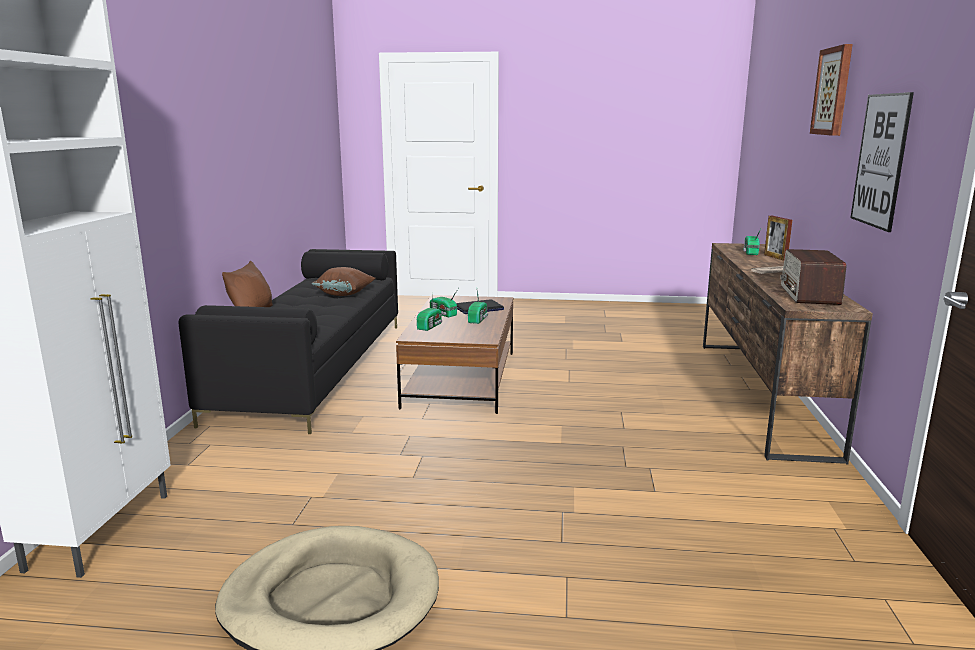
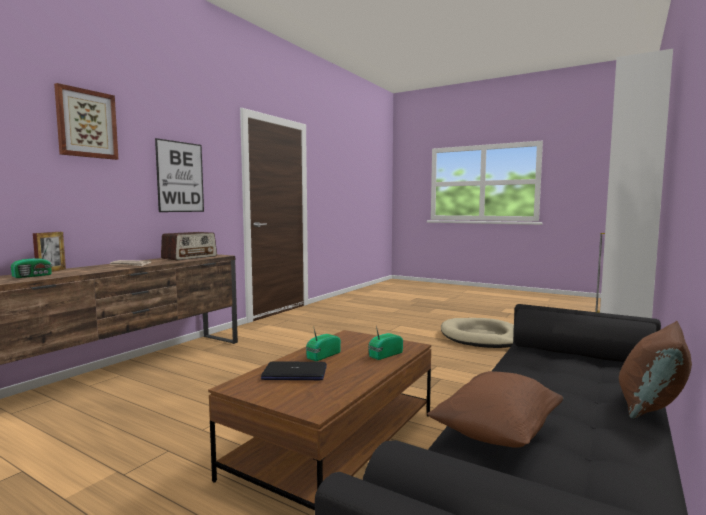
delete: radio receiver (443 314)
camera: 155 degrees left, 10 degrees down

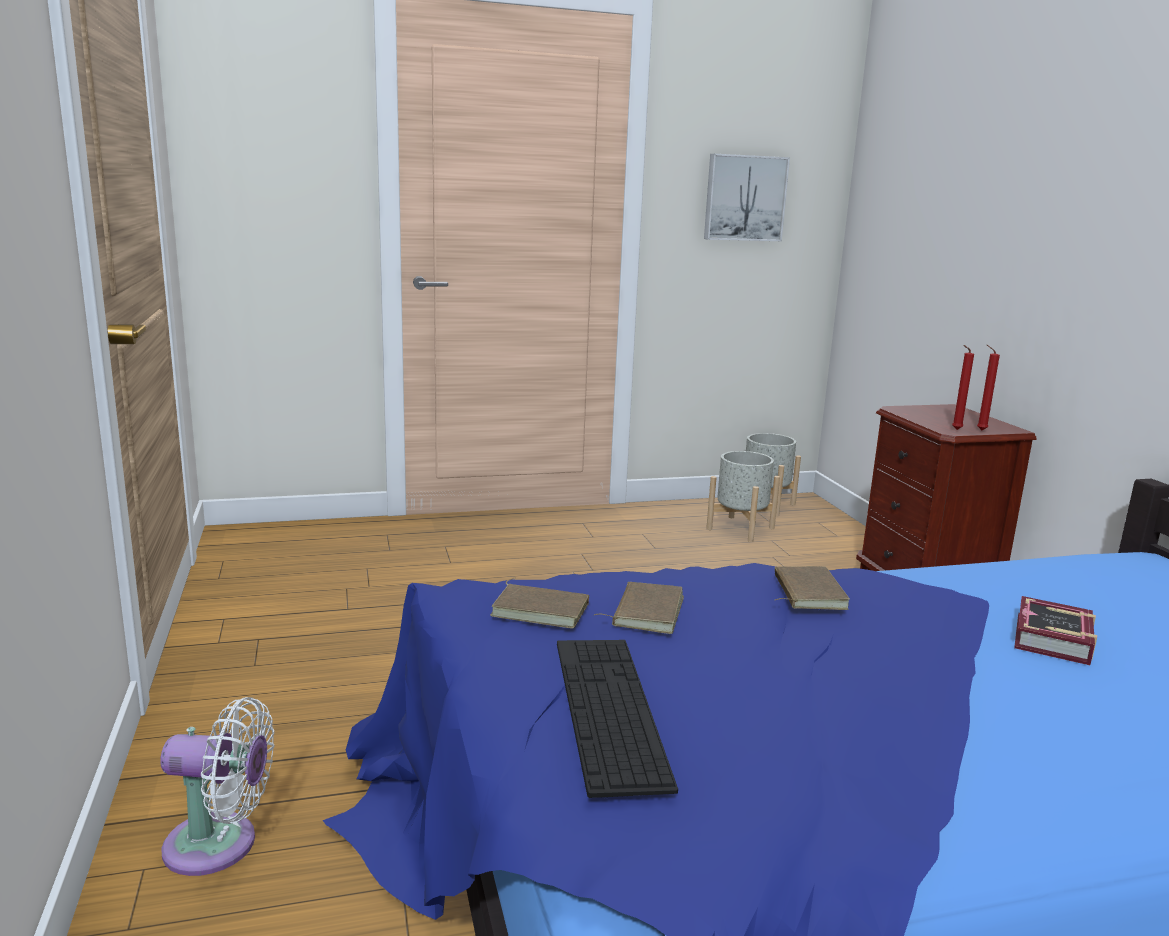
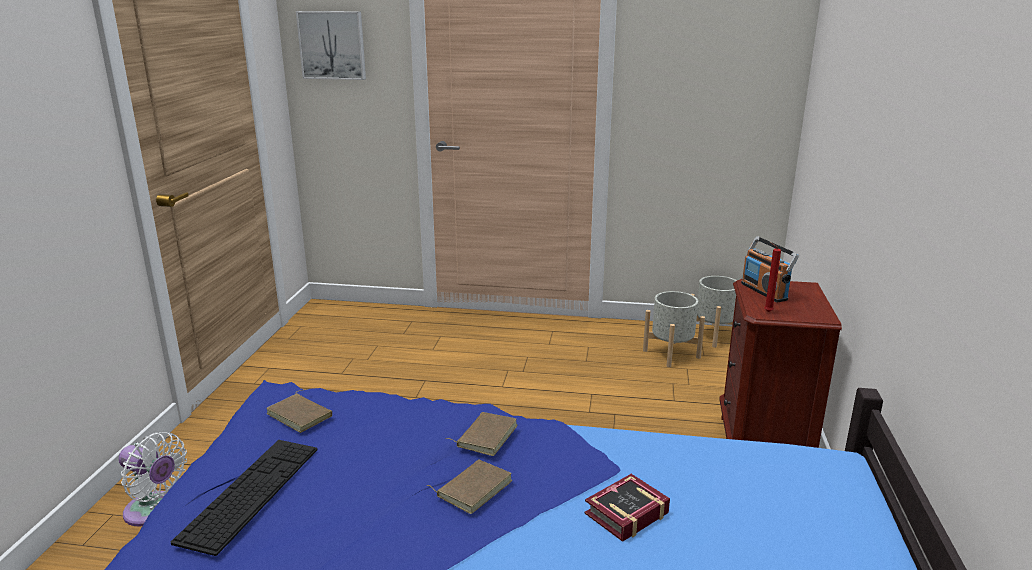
delete: red wax candle (979 430)
insert: radio receiver (764 291)
move: brown book (645 611) to (473 488); wall art (744 198) to (332 45)
camera: 25 degrees right, 5 degrees up

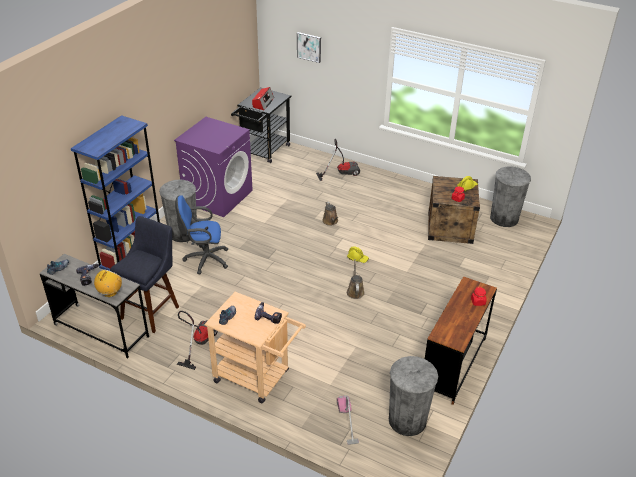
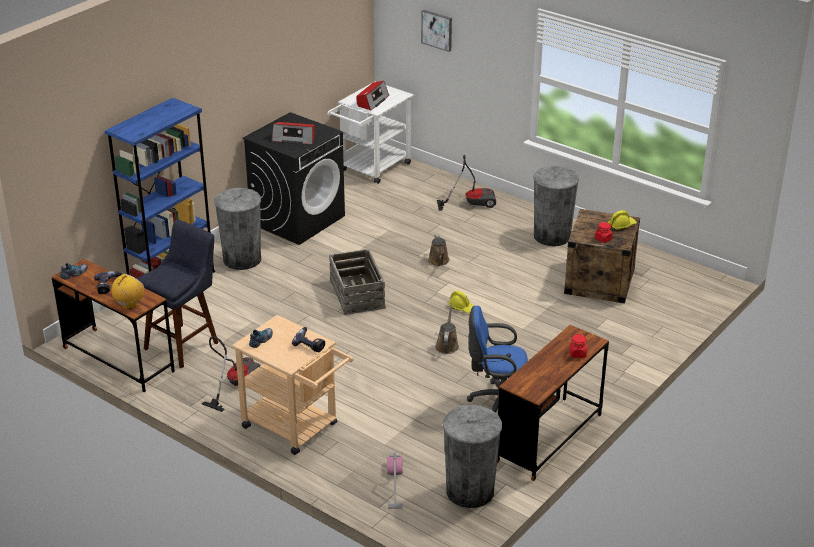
insert: radio receiver (294 138); packing crate (356 294)
move: blue computer chair (204 259) to (498 402); greyish trash can (504 218) to (552 236)
recolor: greyish desk table (101 331) to brown desk table (118 360); purple washing machine (218 196) to black-coloured washing machine (298 219); black-coloured wheeled cart (263 152) to whitish wheeled cart (372 169)
camera: 10 degrees right, 5 degrees down

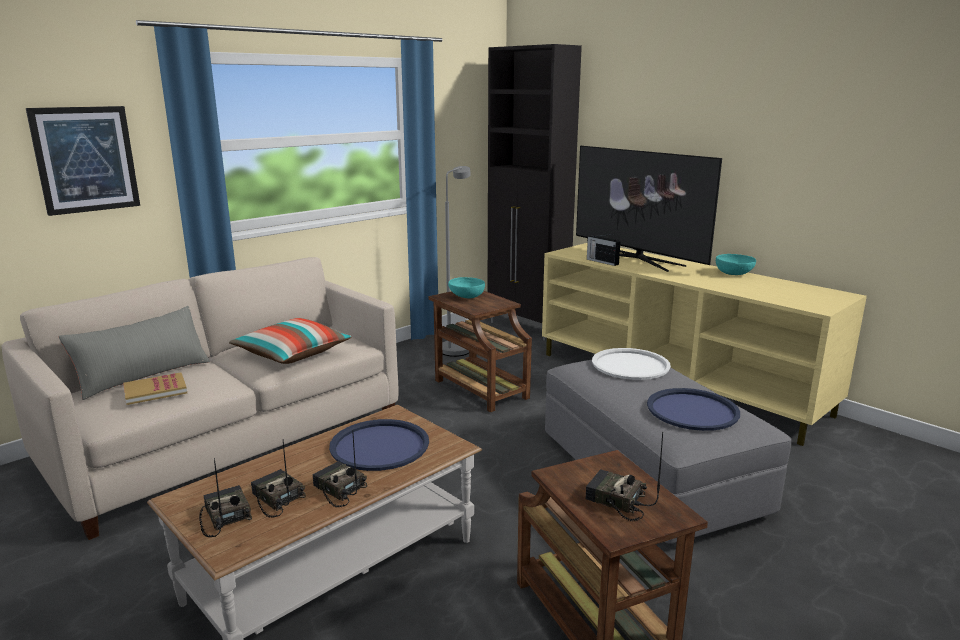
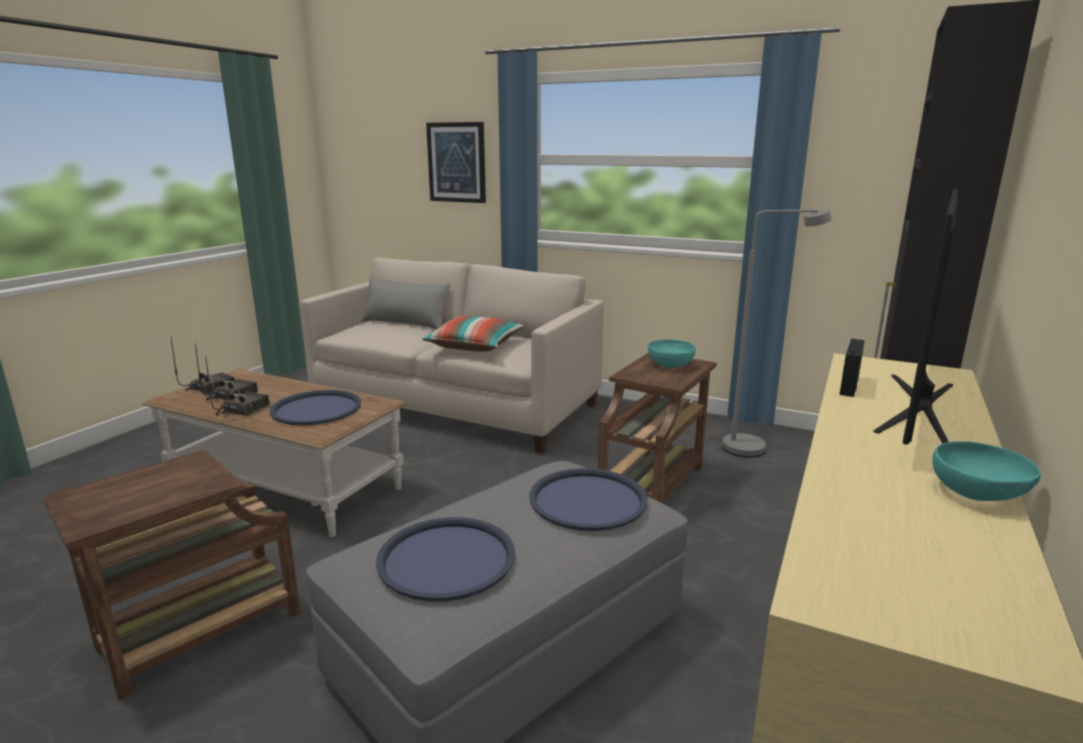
delete: book (155 391); radio receiver (616 501)
recolor: whitish serving tray (630 365) to blue serving tray (587 500)
camera: 70 degrees right, 0 degrees up

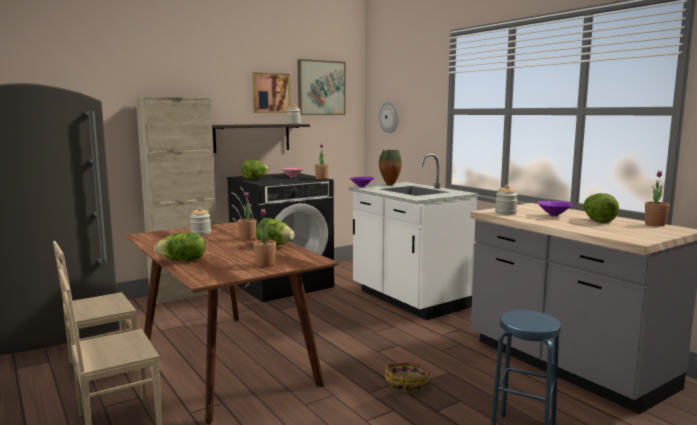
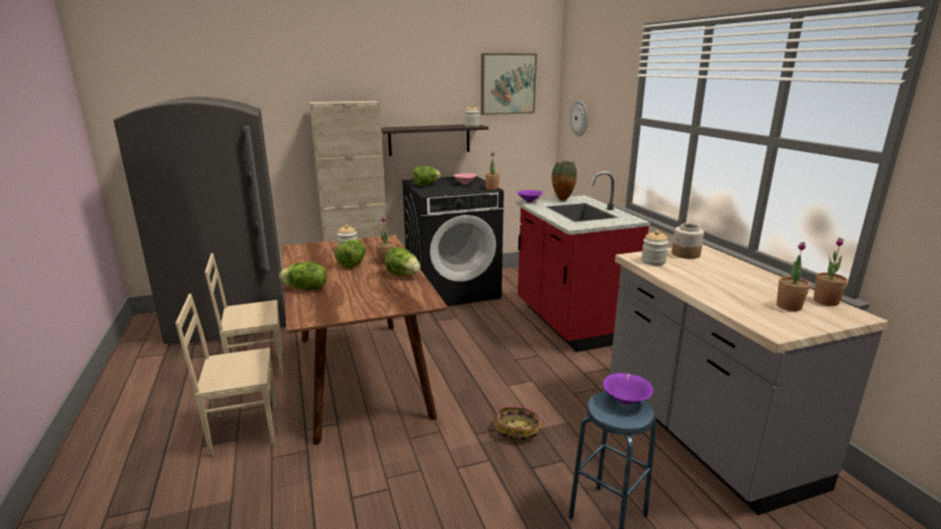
delete: wall art (270 93)
insert: jar (685 254)
move: houseplant (265 264) to (788 306); purple deep dish (553 215) to (626 401); head of lettuce (597 220) to (353 264)
recolor: whitish kitchen base unit (408 300) to red kitchen base unit (570 323)
camera: 15 degrees right, 10 degrees up

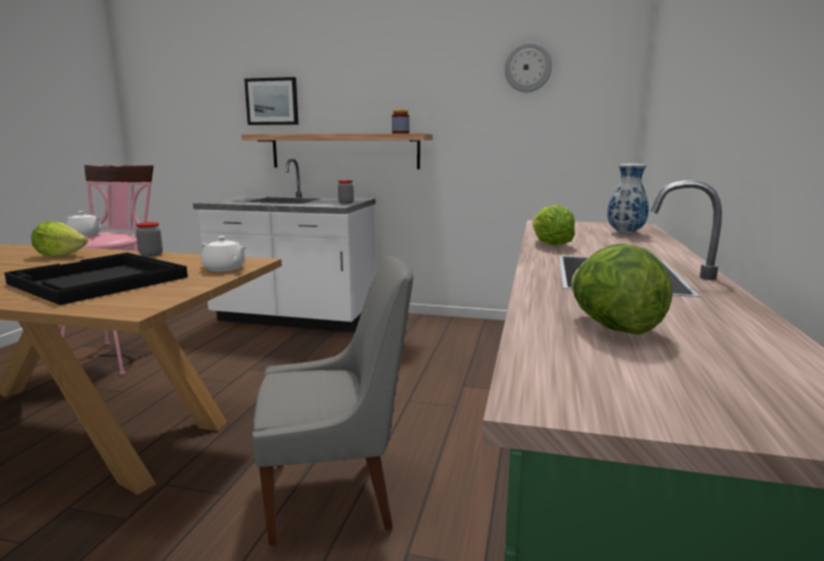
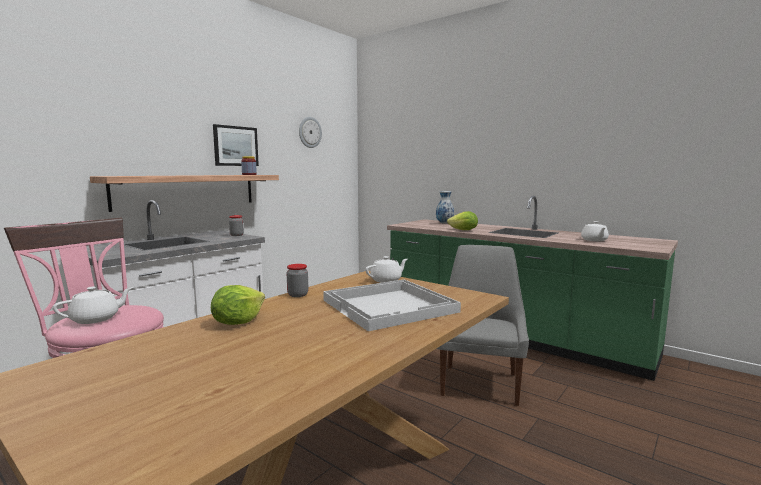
move: wall art (272 101) to (235 146)
replace: head of lettuce (613 327) to whitish teapot (594 240)
recolor: black-coloured serving tray (98 281) to whitish serving tray (390 306)
camera: 65 degrees left, 5 degrees down

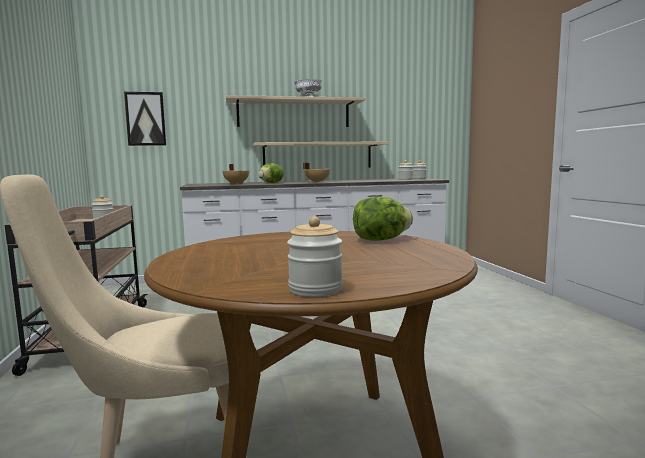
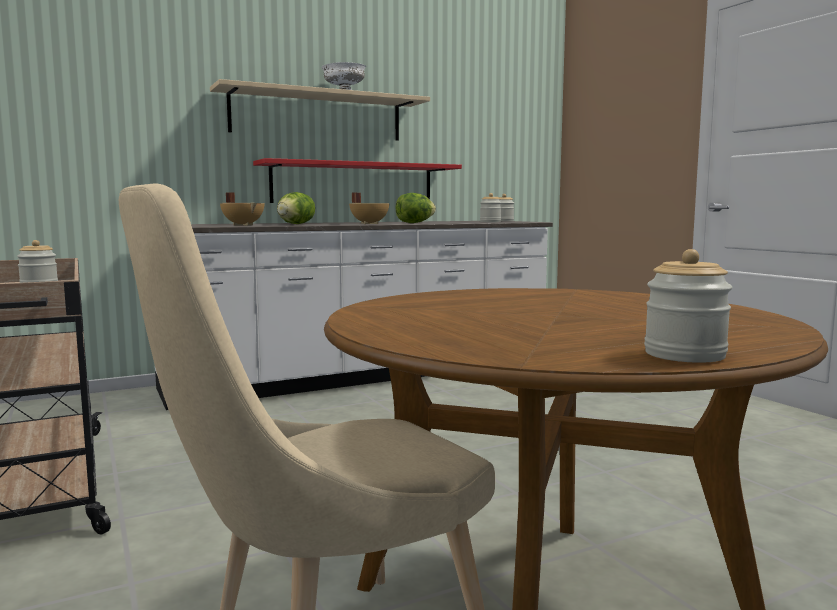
delete: wall art (145 119)
move: head of lettuce (380 240) to (414 223)
recolor: beige bracket shelf (318 155) to red bracket shelf (353 183)
camera: 15 degrees left, 0 degrees up

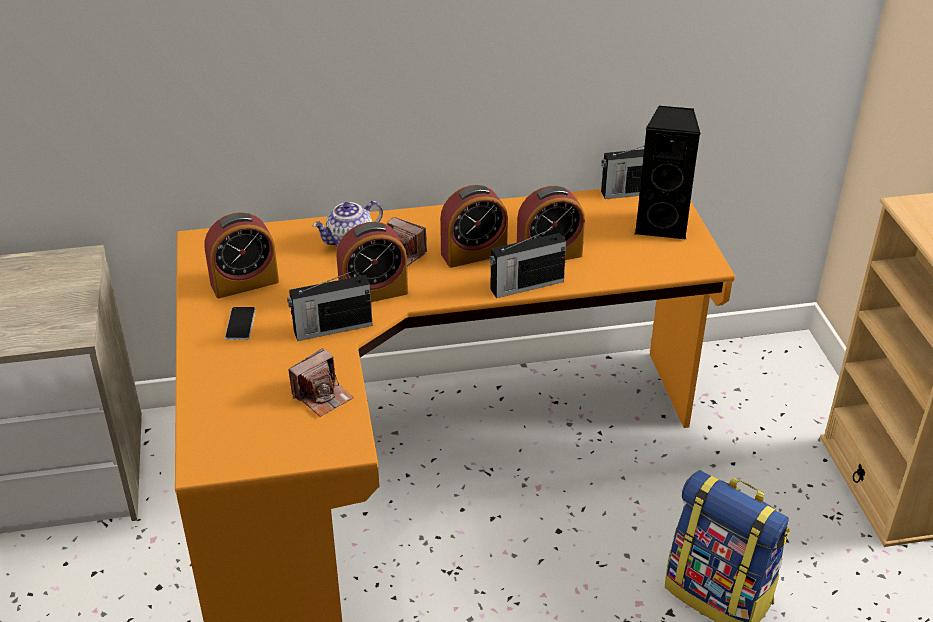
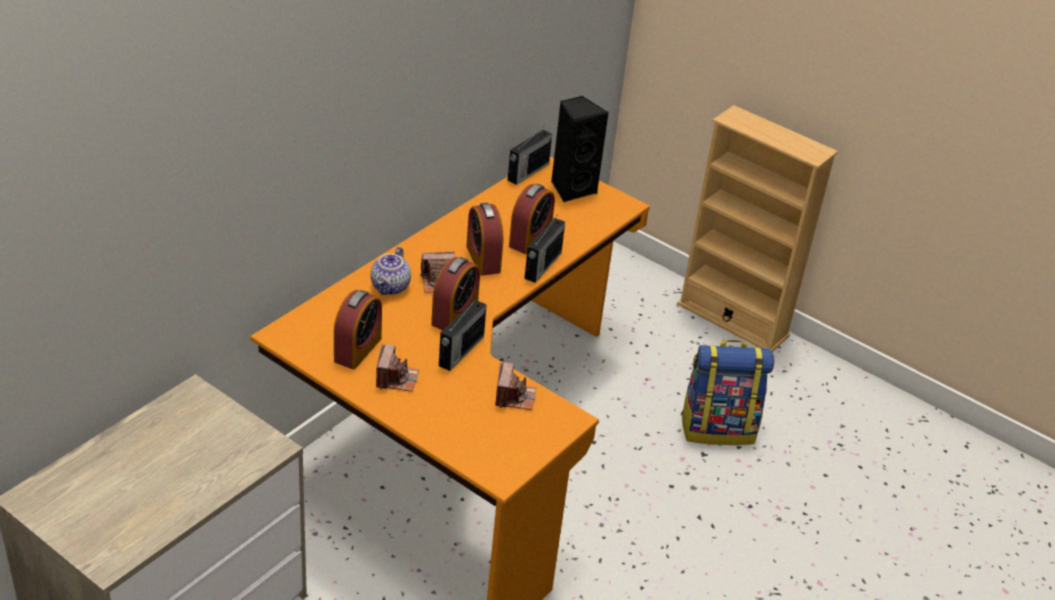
replace: telephone (240 324) to photo camera (396 379)
rotate: bedside clock (473 254) = (483 259) 135 degrees clockwise
camera: 45 degrees left, 0 degrees up

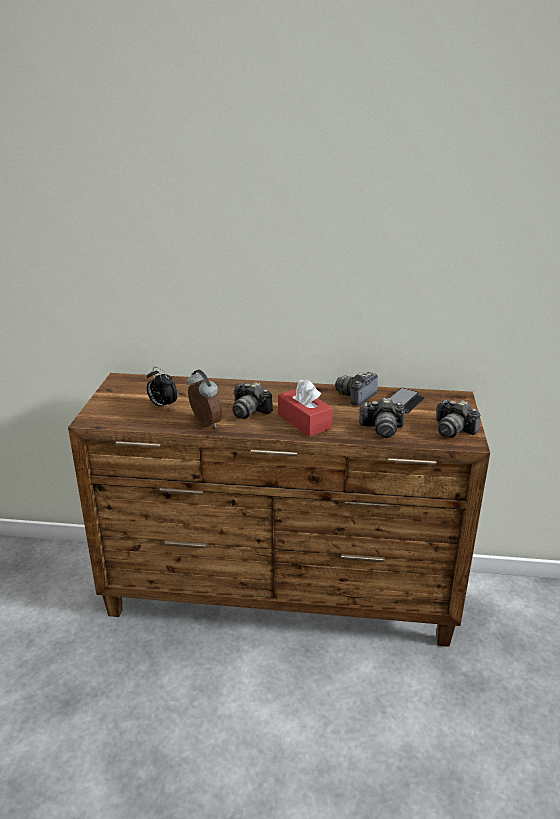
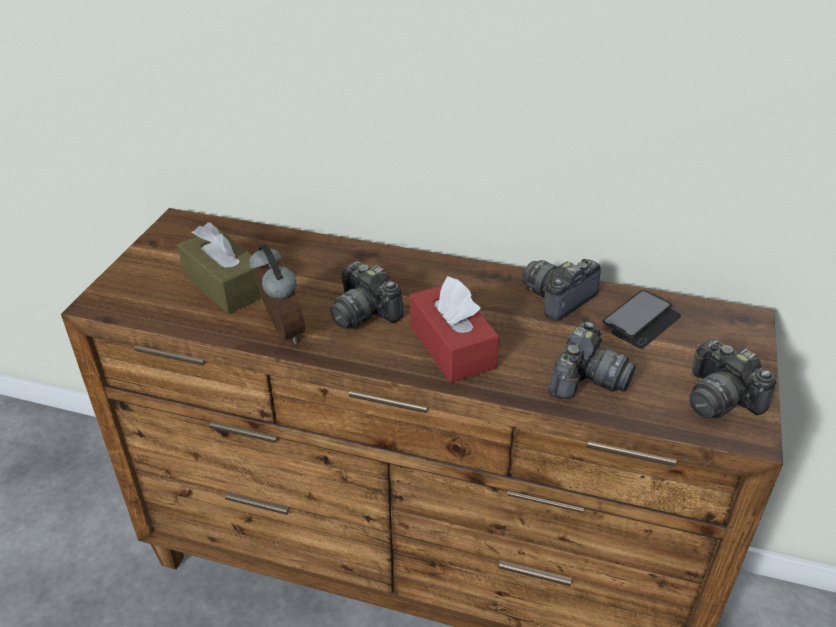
replace: bedside clock (162 405) to brown box of tissues (225 285)
rotate: photo camera (381 429) = (586 380) 75 degrees counterclockwise
camera: 10 degrees right, 10 degrees up

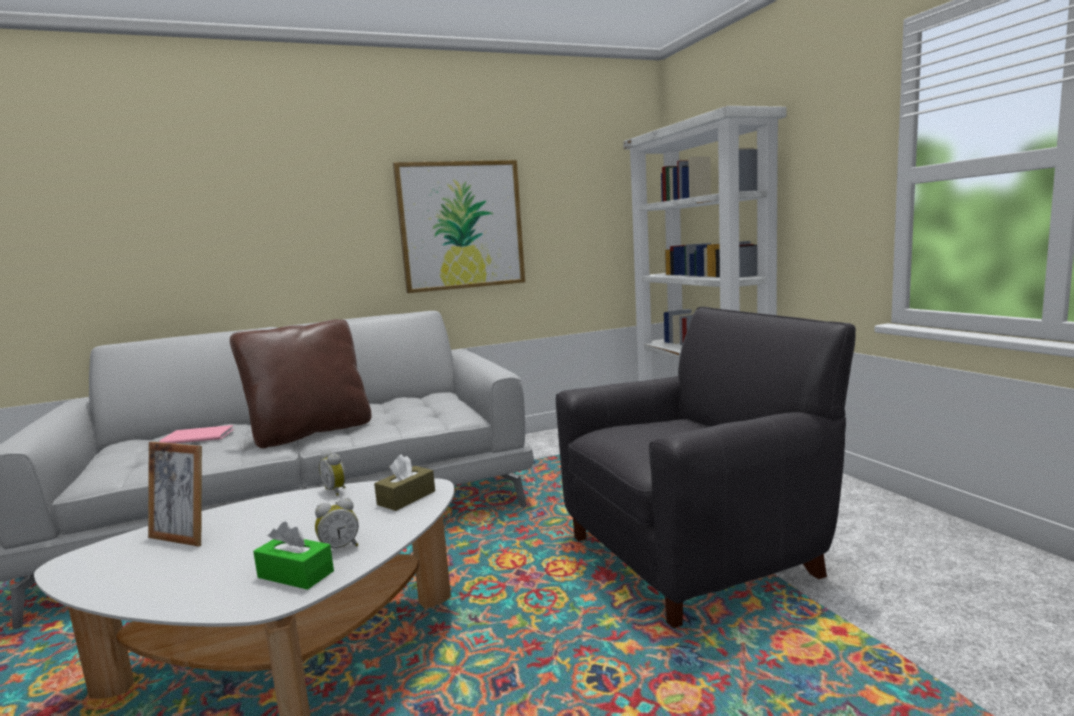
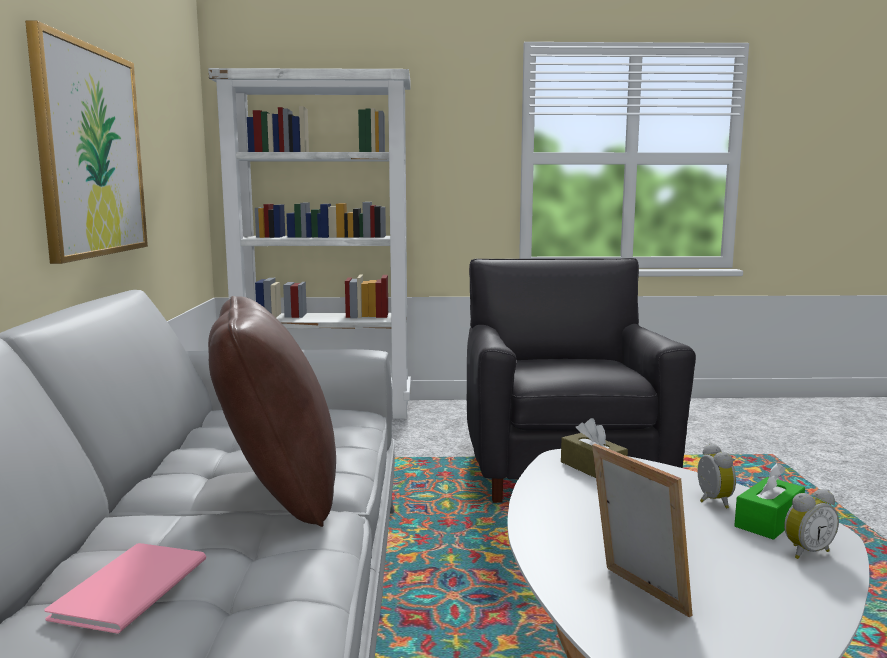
move: bedside clock (336 491) to (805 551)
rotate: standing frame (182 537) = (637 595) 75 degrees counterclockwise
camera: 70 degrees left, 0 degrees up

